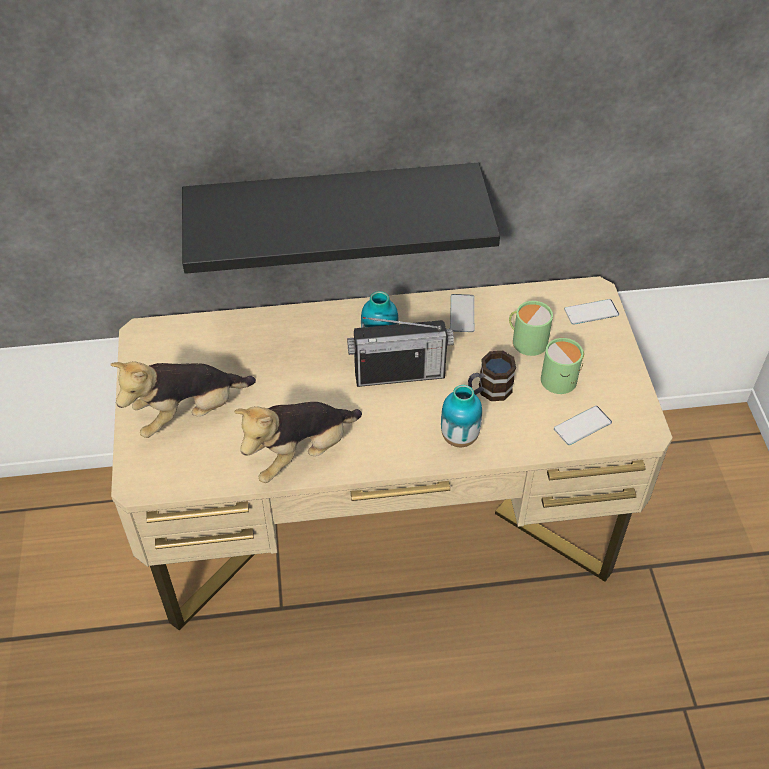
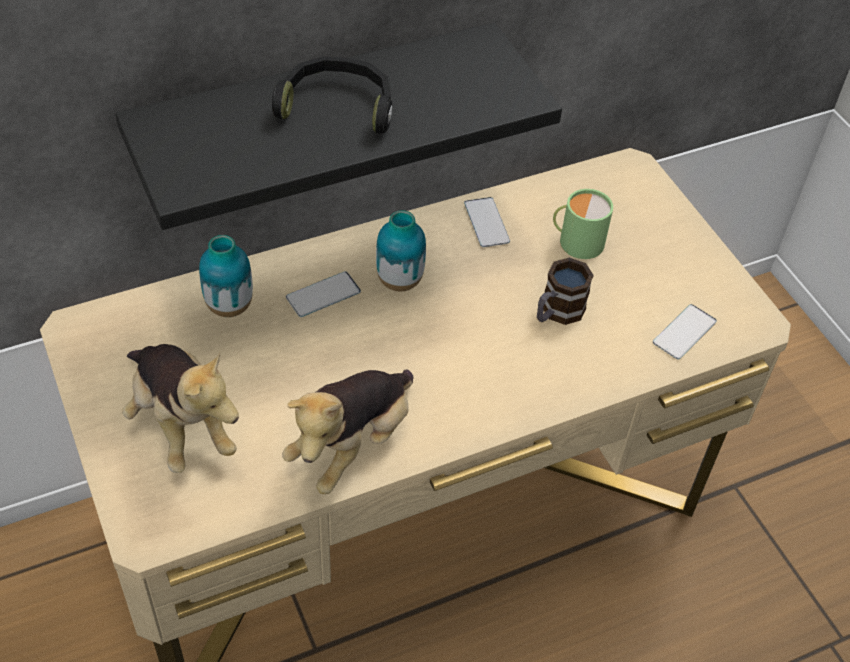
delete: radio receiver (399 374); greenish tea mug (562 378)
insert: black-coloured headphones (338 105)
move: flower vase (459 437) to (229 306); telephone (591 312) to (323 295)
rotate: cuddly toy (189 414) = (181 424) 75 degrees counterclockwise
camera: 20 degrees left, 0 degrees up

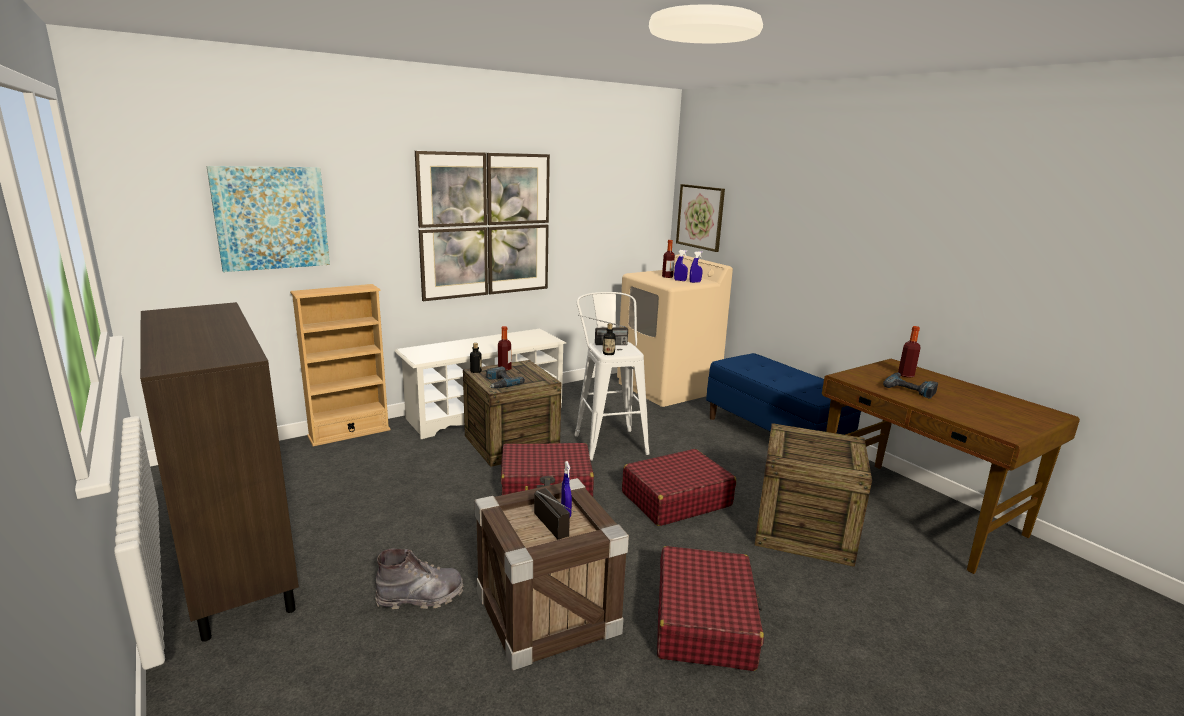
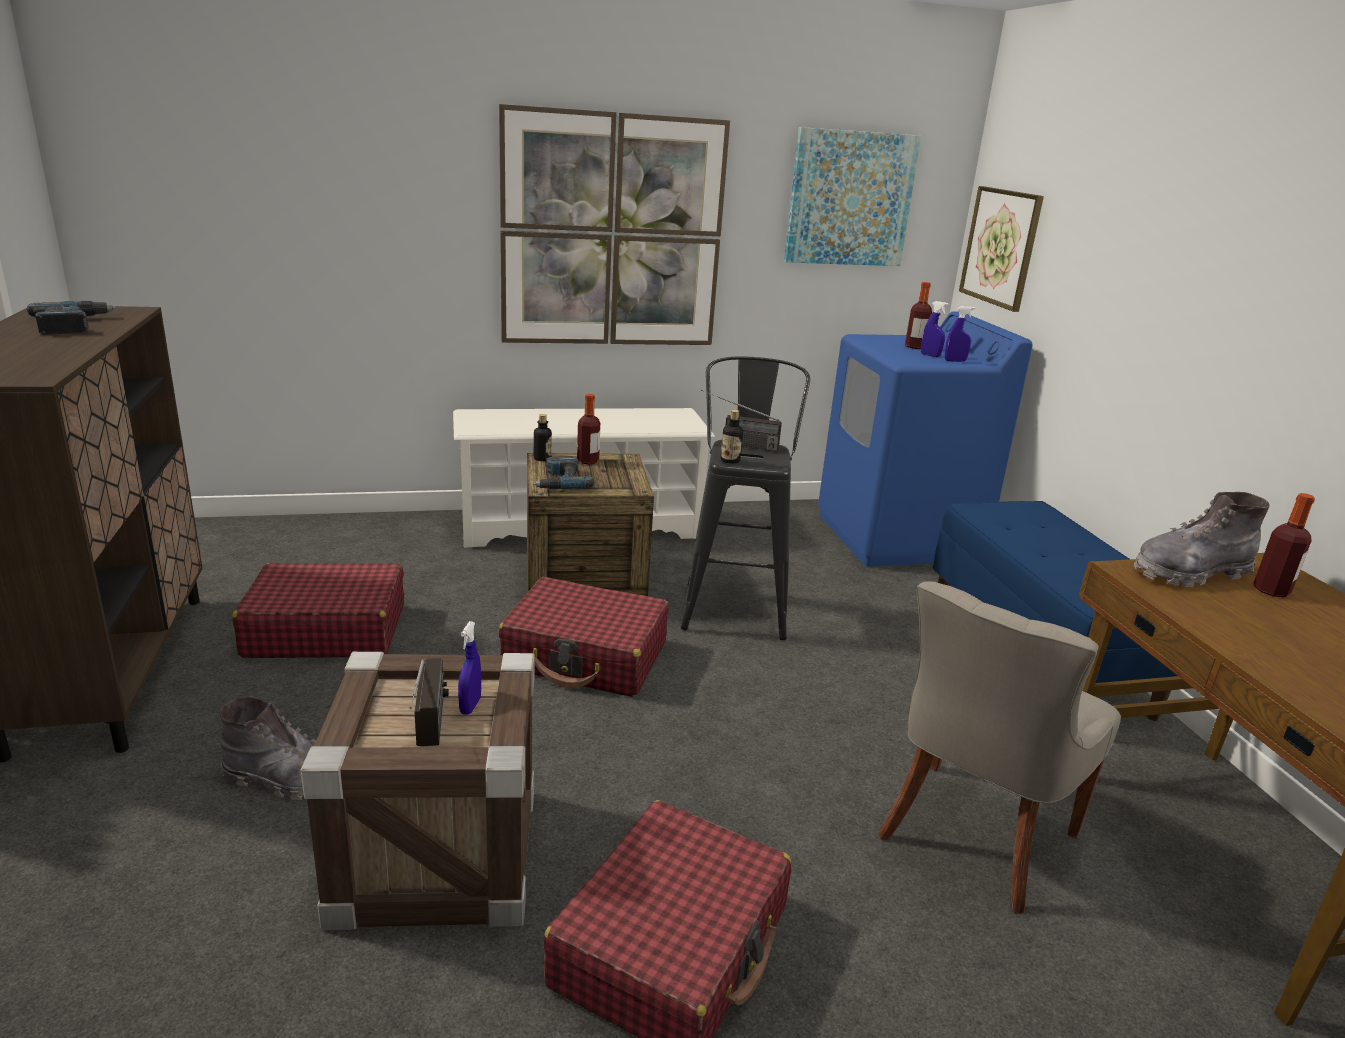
delete: beige shelving unit (349 433)
insert: greyish tall boot (1189 573)
move: wall art (271 218) to (849 199); red suitcase (676 499) to (325 630); drill (910 389) to (73 324)
replace: packing crate (803 529) to greyish plain chair (973 836)
recolor: whitish stool (608 441) to black-coloured stool (735 604); beige washing machine (667 388) to blue washing machine (897 537)
camera: 20 degrees right, 5 degrees up

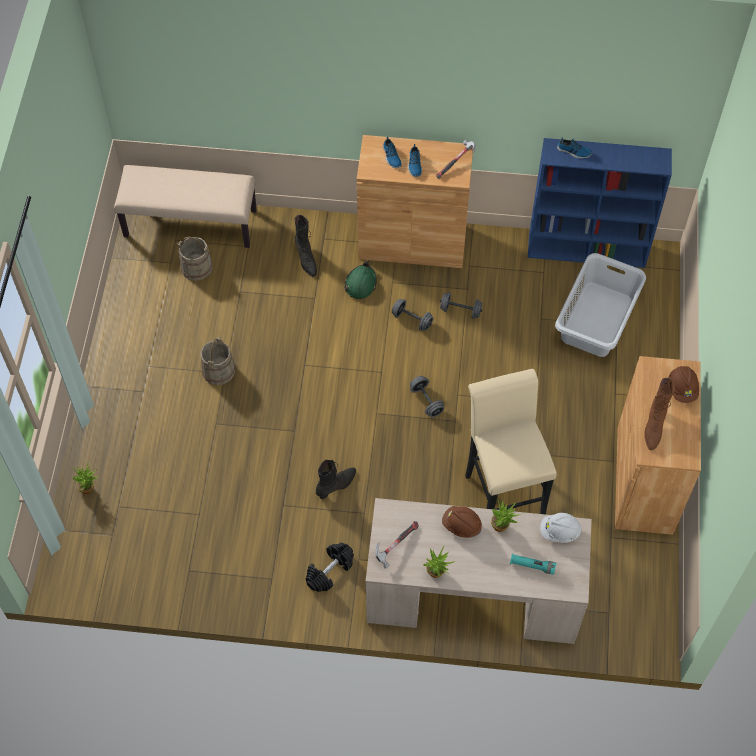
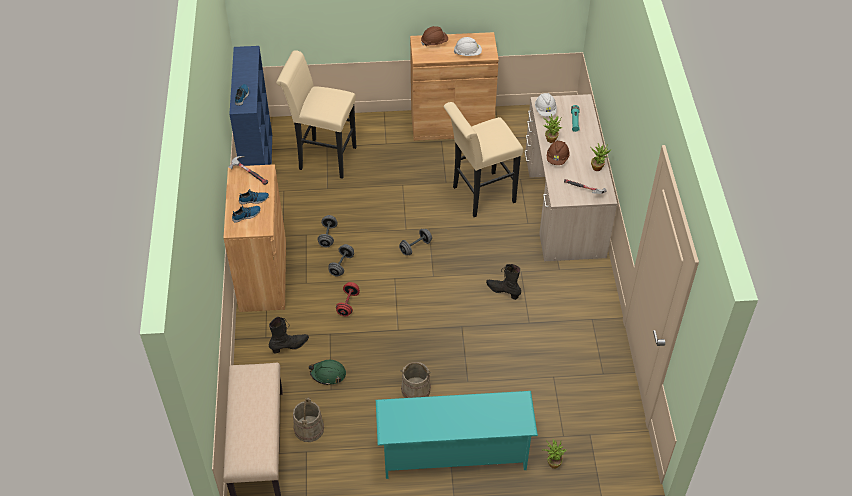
delete: black-coloured free weight (330 571)
insert: red free weight (348 304); turquoise shoe shelf (454 453)
move: greenish work helmet (360 284) to (328 374)
replace: greyish washing basket (597 319) to beige stool (323 157); brown tall boot (654 427) to whitish work helmet (467 53)
camera: 100 degrees left, 10 degrees down

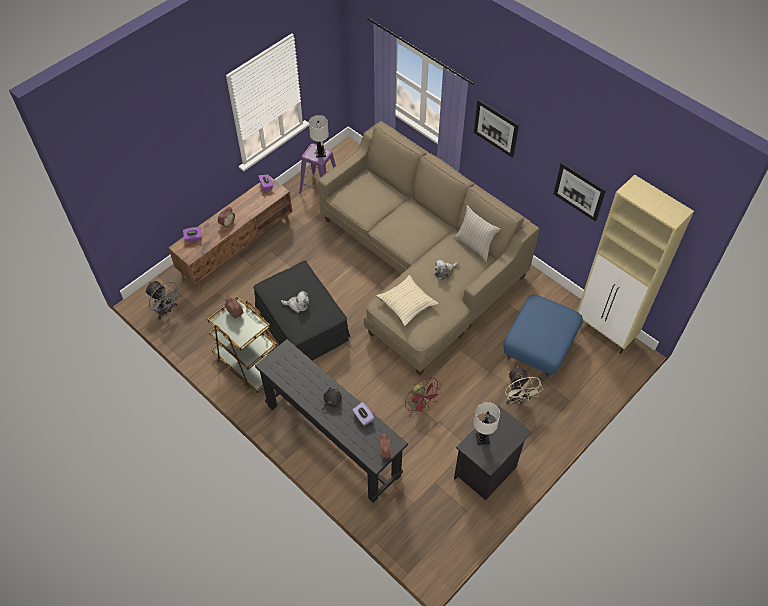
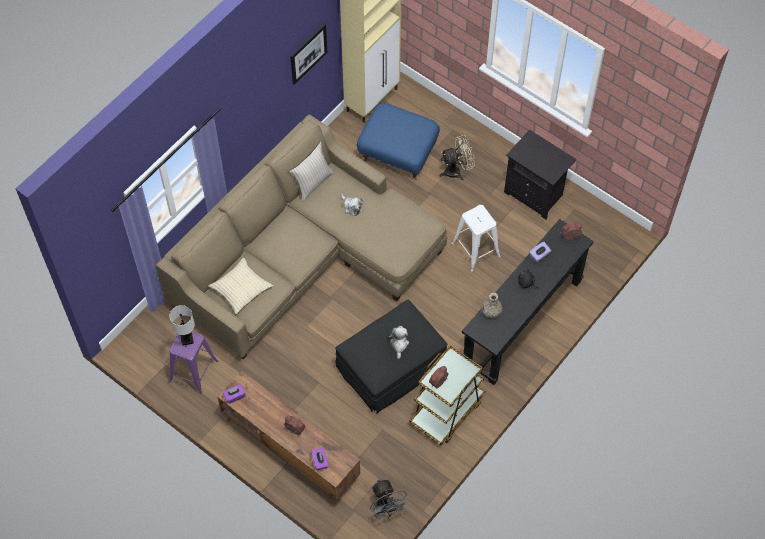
delete: wall art (496 128); whitish tabletop lamp (482 438)
insert: flower vase (491 311)
move: beige pillow (407 303) to (241 289)
replace: red electric fan (420 406) to whitish stool (475 250)
rotate: greyish electric fan (166 311) = (386 509) 120 degrees clockwise
camera: 95 degrees left, 5 degrees up

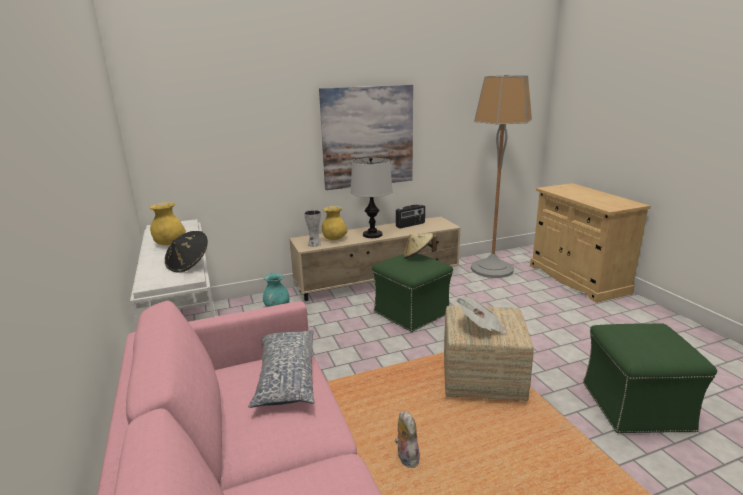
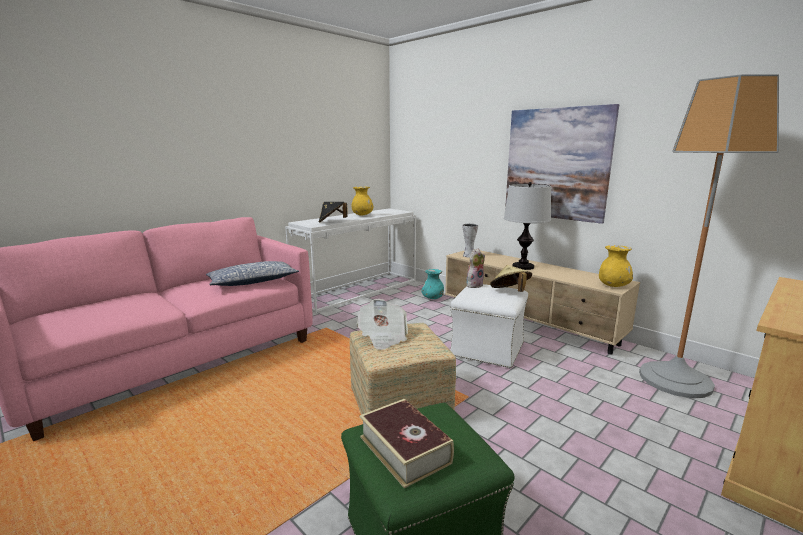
delete: radio receiver (410 225)
insert: book (404 449)
move: yellowish flower vase (334 239) to (613 286); cuddly toy (406 457) to (474 285)
recolor: greenish pouffe (412 313) to whitish pouffe (487 350)
camera: 65 degrees right, 5 degrees down

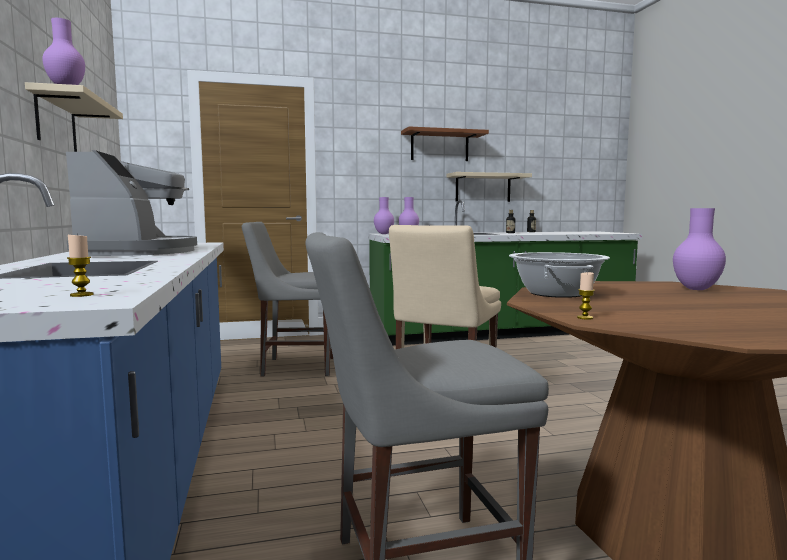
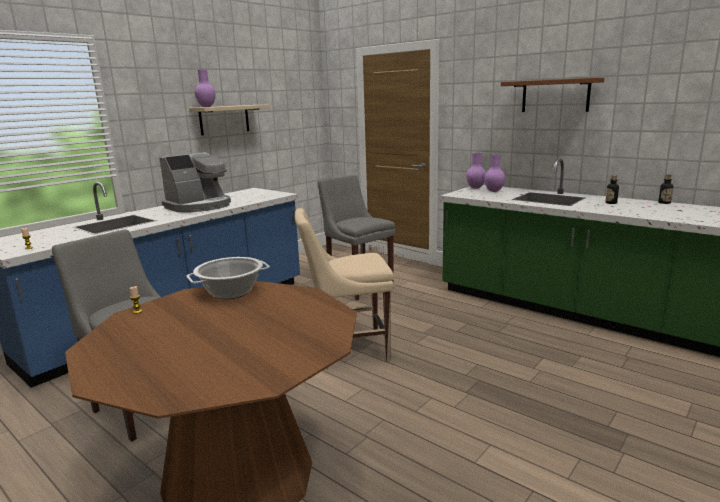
delete: beige bracket shelf (483 188); purple flower vase (696 289)
camera: 55 degrees right, 10 degrees up

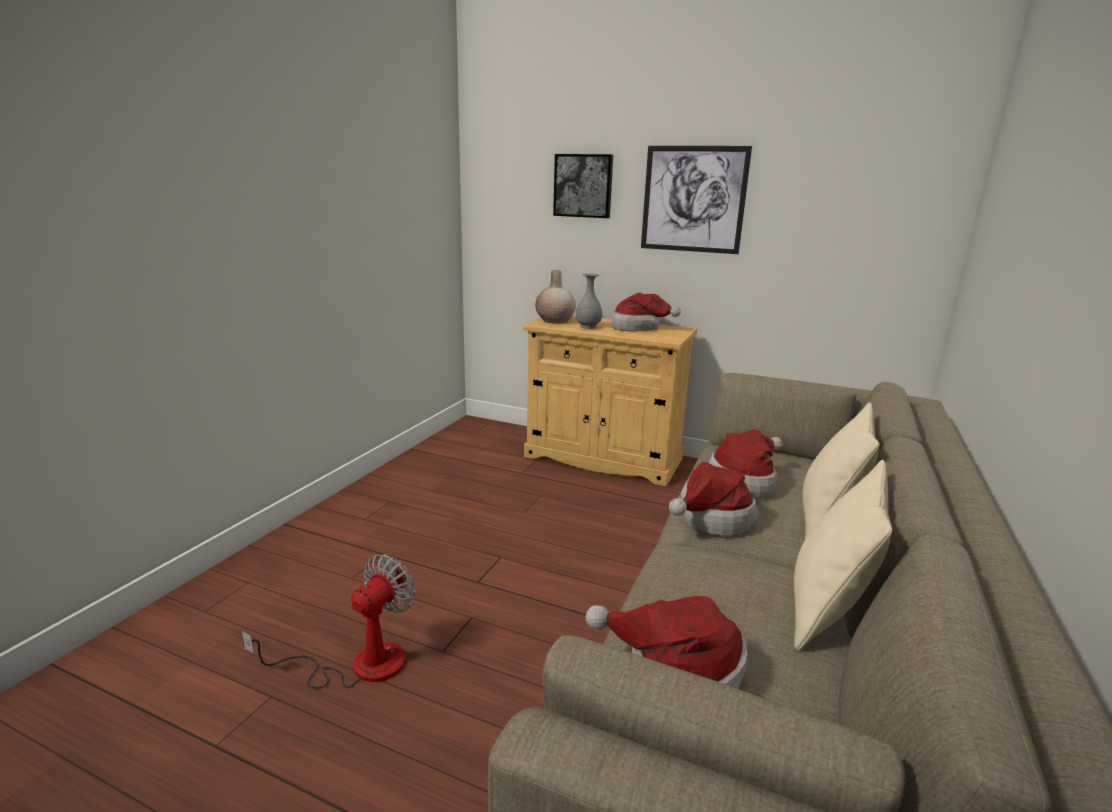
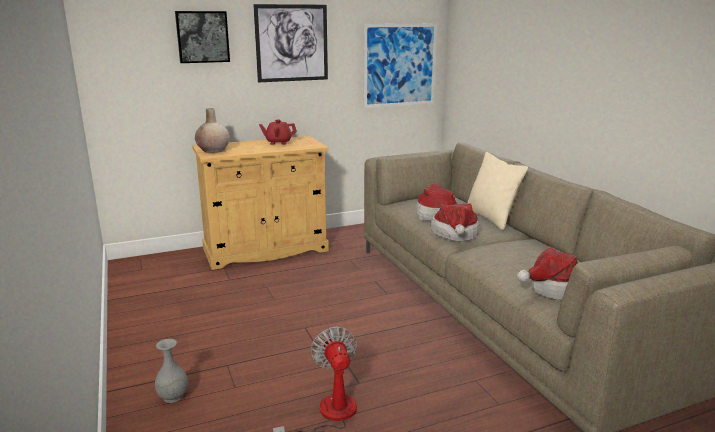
delete: beige pillow (826 611)
insert: wall art (399 65)
move: greyish flower vase (588 326) to (172 396)
replace: clothing hat (639 327) to red teapot (278 142)
camera: 45 degrees left, 0 degrees up

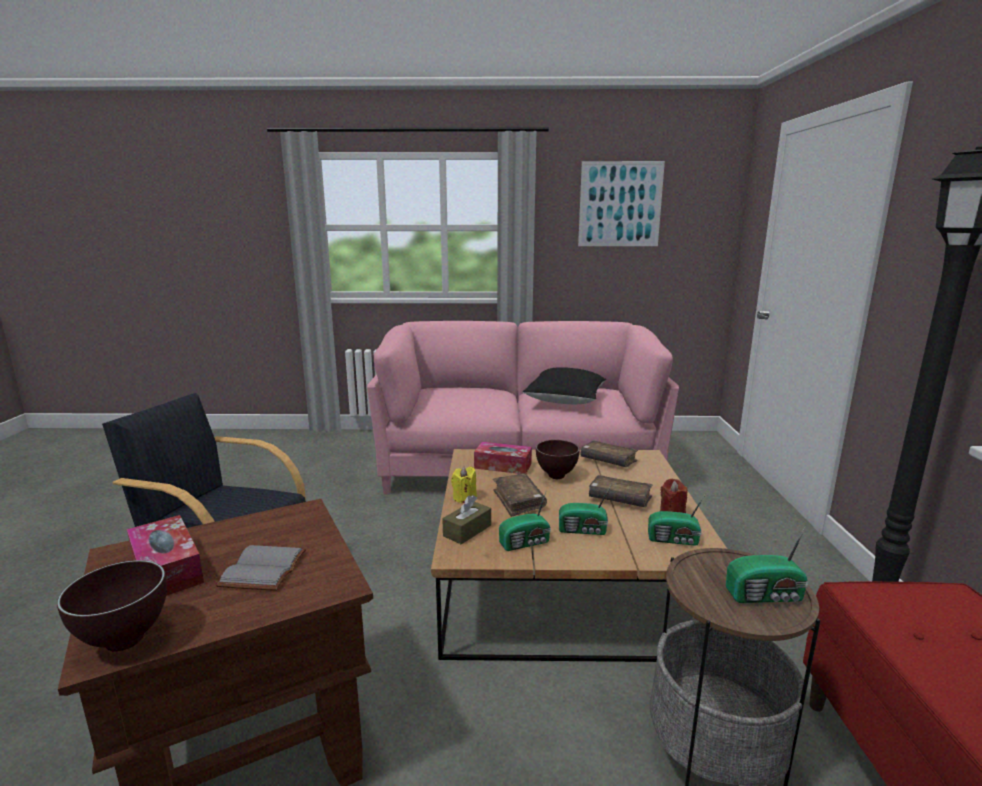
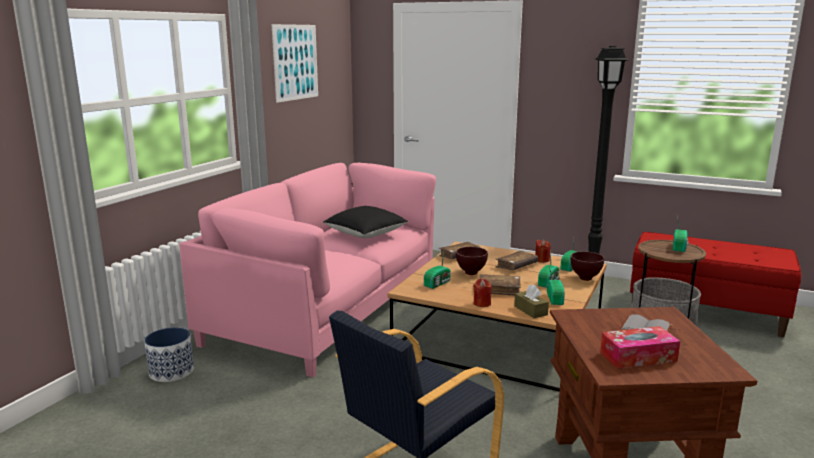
insert: planter (171 371)
move: brown deep dish (125 643) to (586 278)
replace: box of tissues (503 465) to radio receiver (438 283)
recolor: yellowish wax candle (464 498) to red wax candle (482 303)
camera: 65 degrees left, 0 degrees up

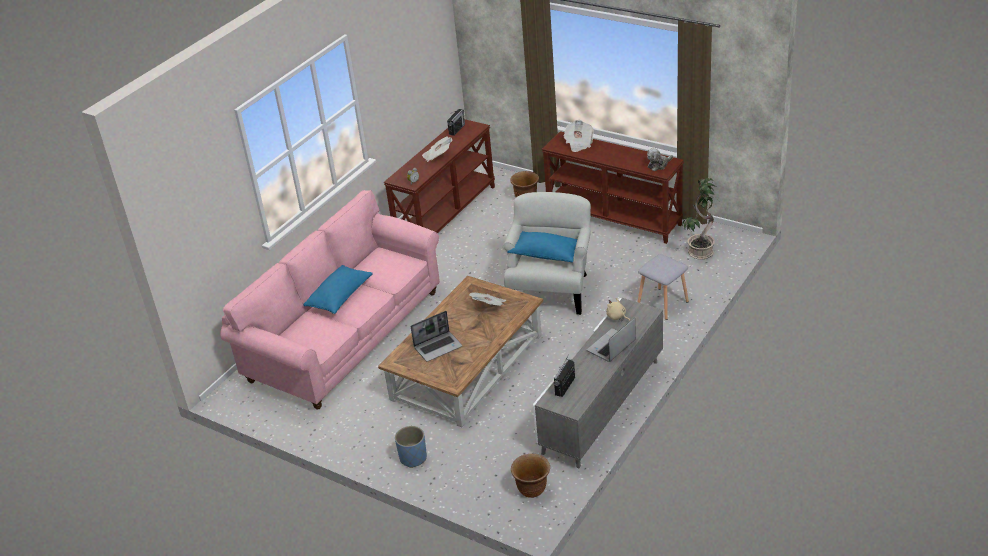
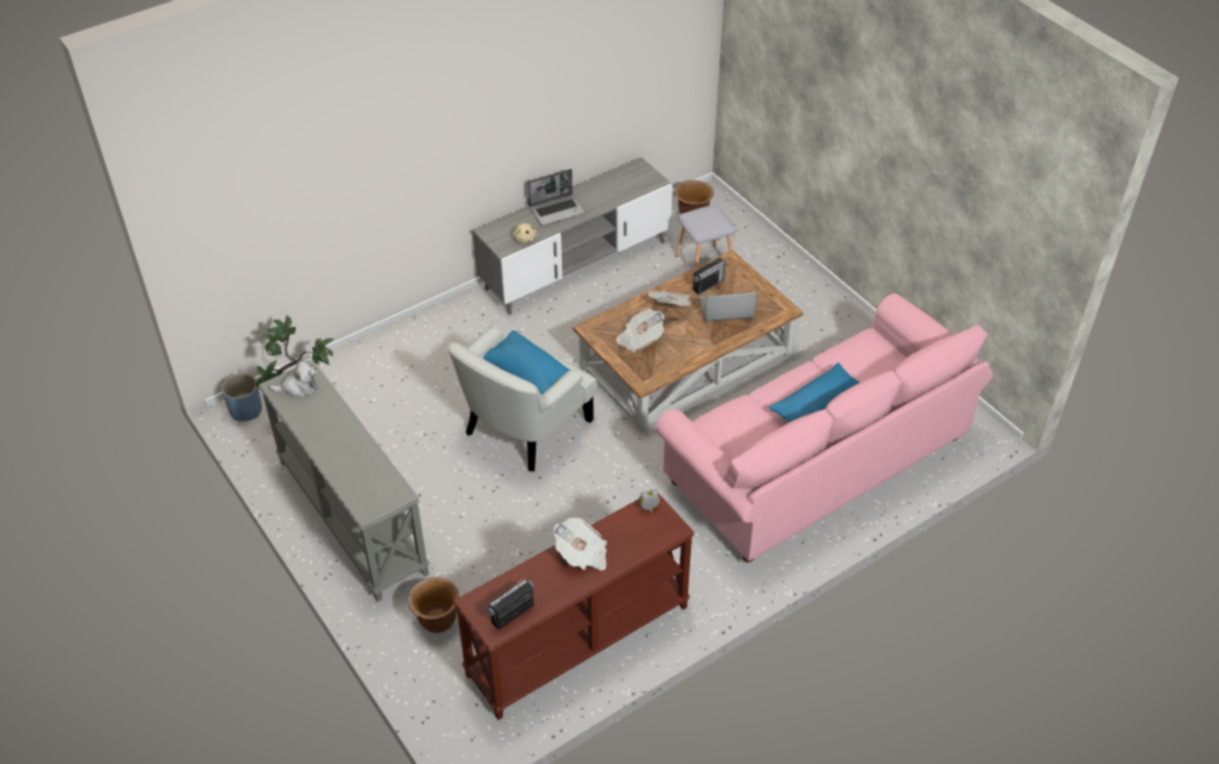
move: blue planter (413 458) to (246 410); radio receiver (565 386) to (708 285); daily paper (578 143) to (671 306); greyish stool (662 303) to (704 264)
recolor: brown console table (614 217) to greyish console table (350 516)
camera: 160 degrees left, 10 degrees up

